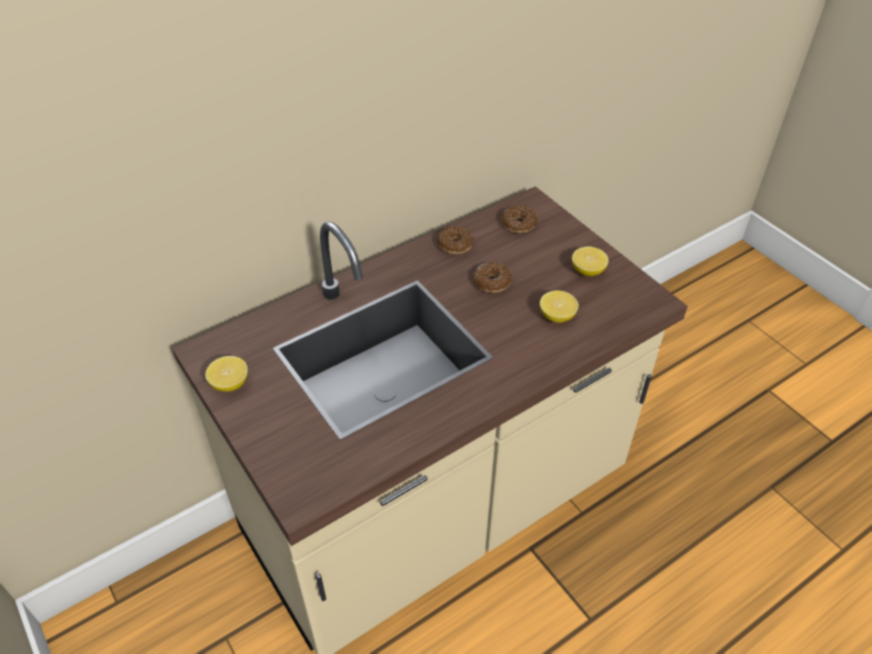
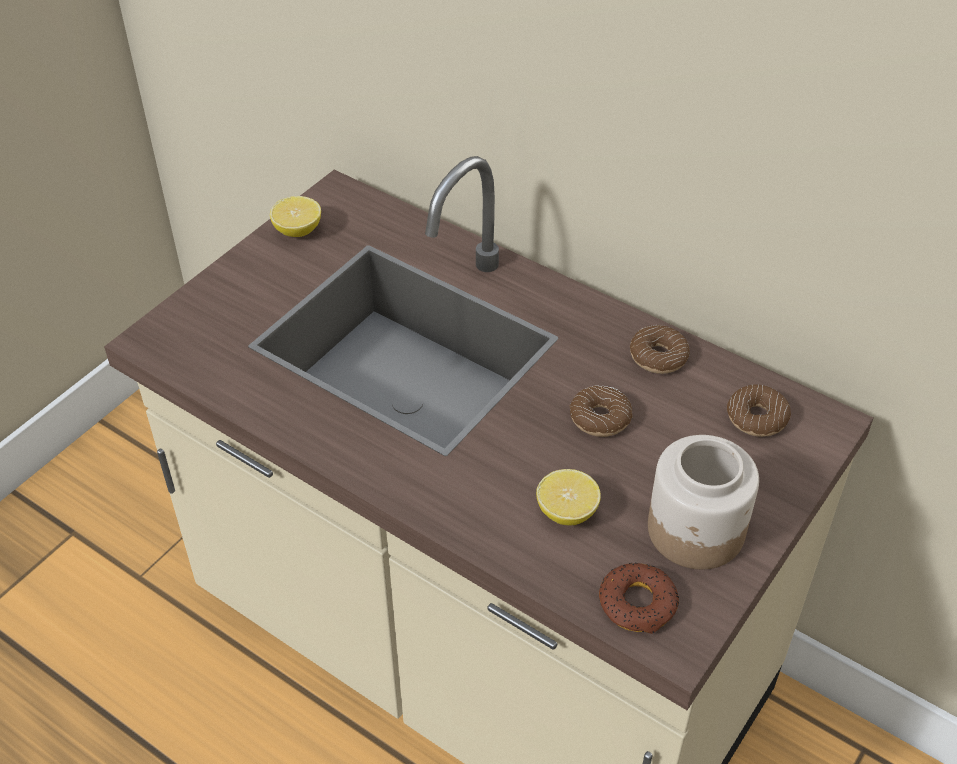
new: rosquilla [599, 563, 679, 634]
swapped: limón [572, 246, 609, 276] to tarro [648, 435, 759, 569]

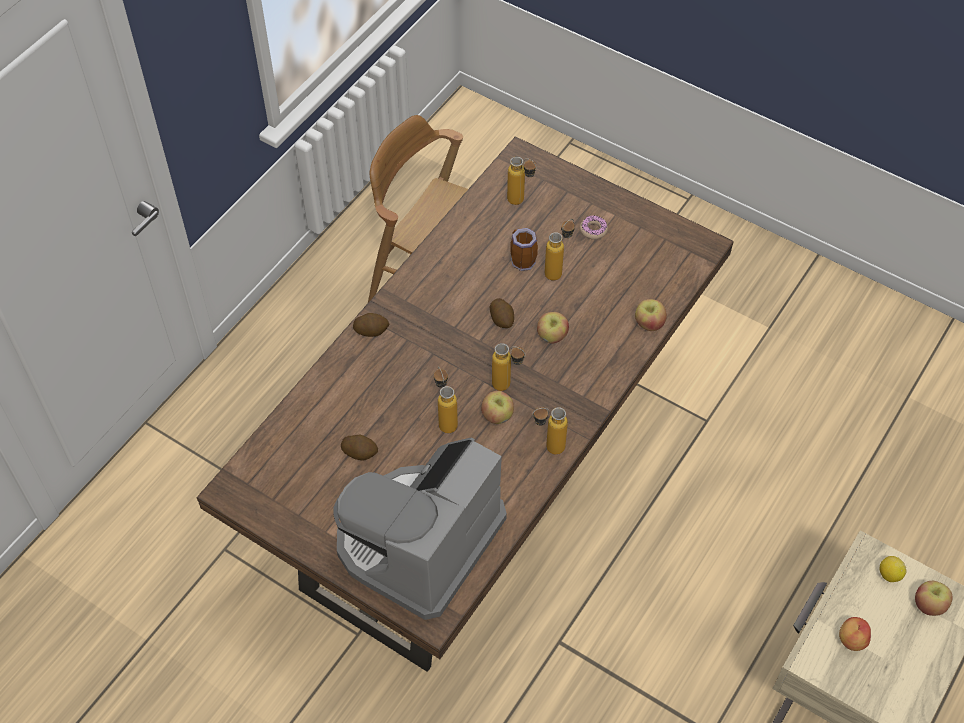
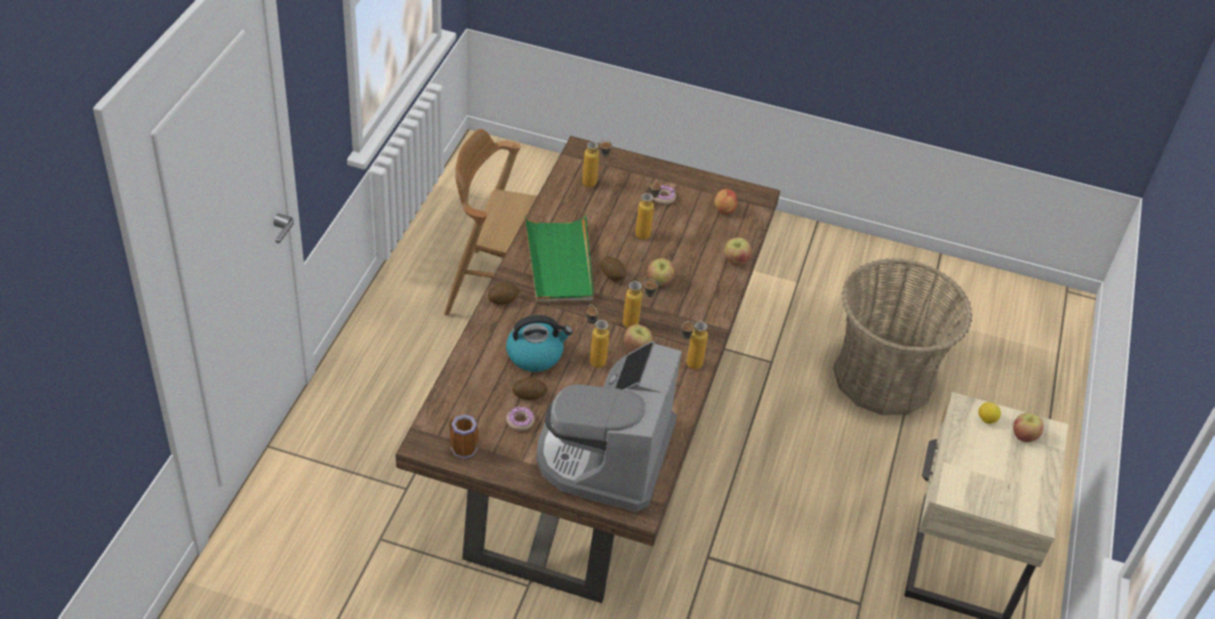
new: hervidor [506, 315, 573, 372]; rosquilla [506, 407, 535, 431]; bandeja/verde [524, 215, 594, 302]; cesta [833, 258, 973, 415]
shifted: taza grande [510, 228, 538, 271] to [449, 414, 478, 459]; manzana [839, 617, 871, 651] to [714, 189, 737, 214]

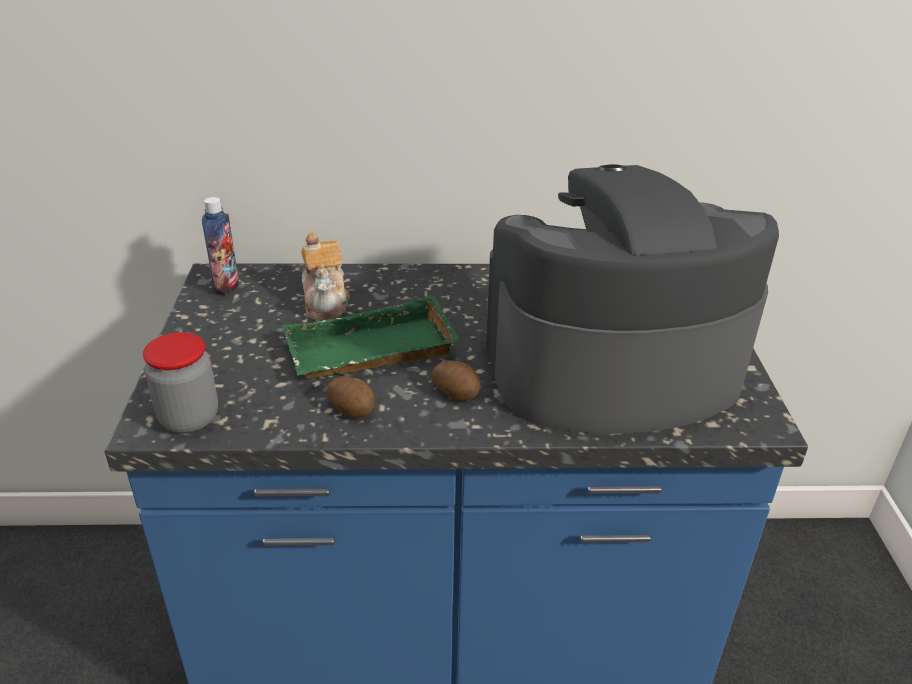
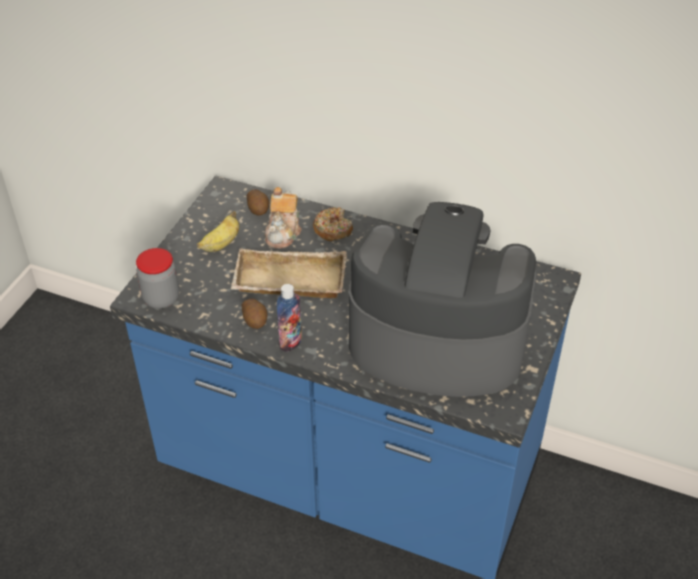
new: plátano [197, 211, 239, 252]; rosquilla [313, 207, 353, 241]
shifted: botella [202, 197, 239, 295] to [277, 284, 302, 352]; patata [432, 360, 480, 401] to [247, 189, 269, 215]
repainted: bandeja/verde [282, 295, 460, 379] to bandeja/beis [231, 248, 347, 298]

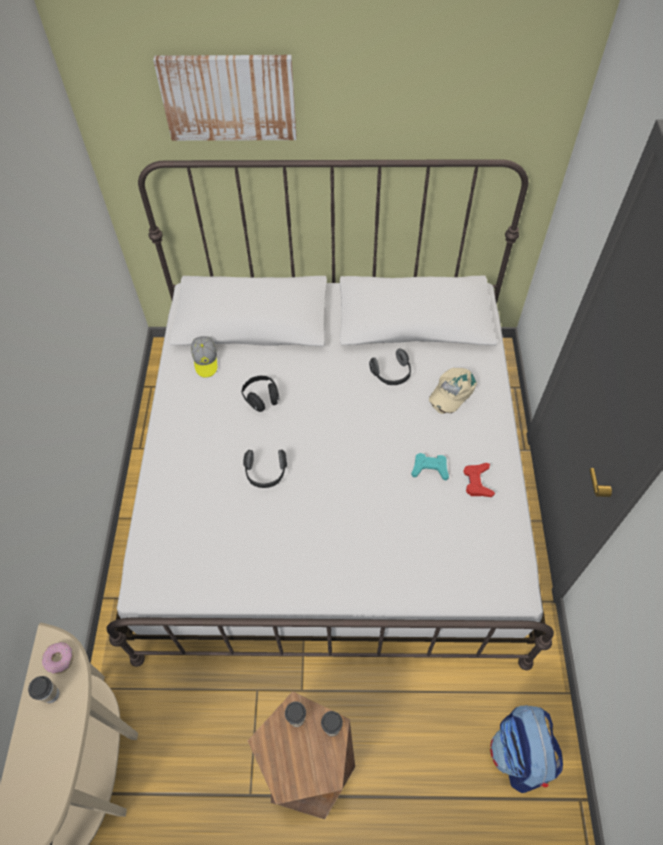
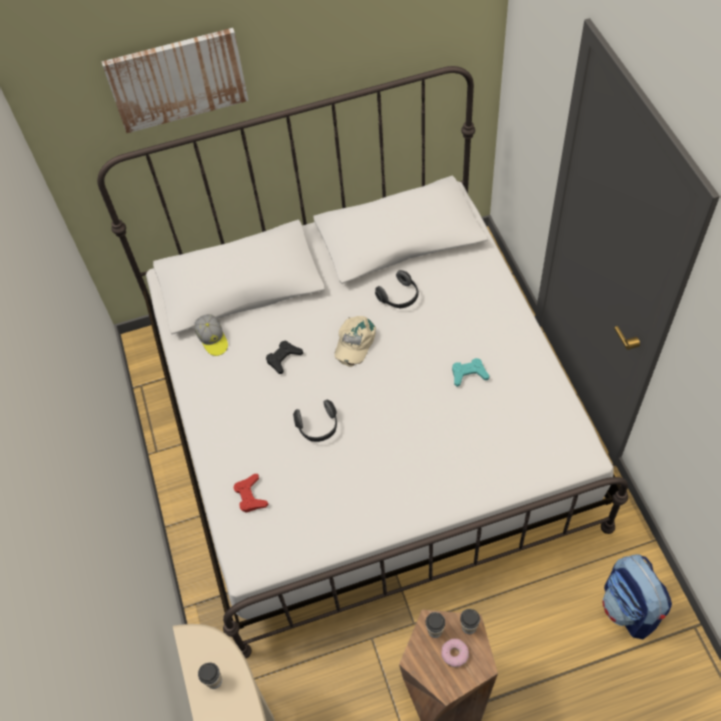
shifted: rosquilla [42, 642, 74, 674] to [441, 638, 469, 667]; gorra/beis [429, 367, 477, 414] to [335, 316, 376, 367]; mando de consola/rojo [463, 463, 495, 497] to [234, 474, 269, 513]
swapped: auriculares/negro [241, 376, 279, 412] to mando de consola/negro [266, 341, 303, 374]

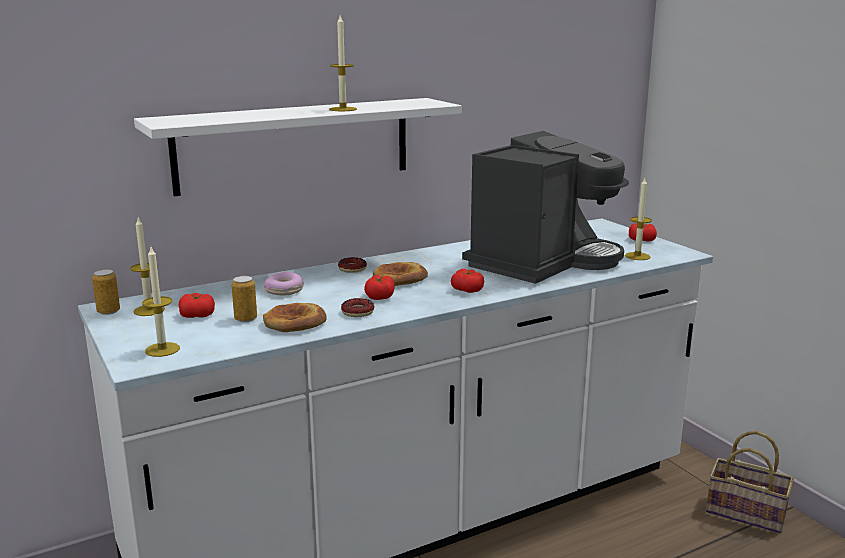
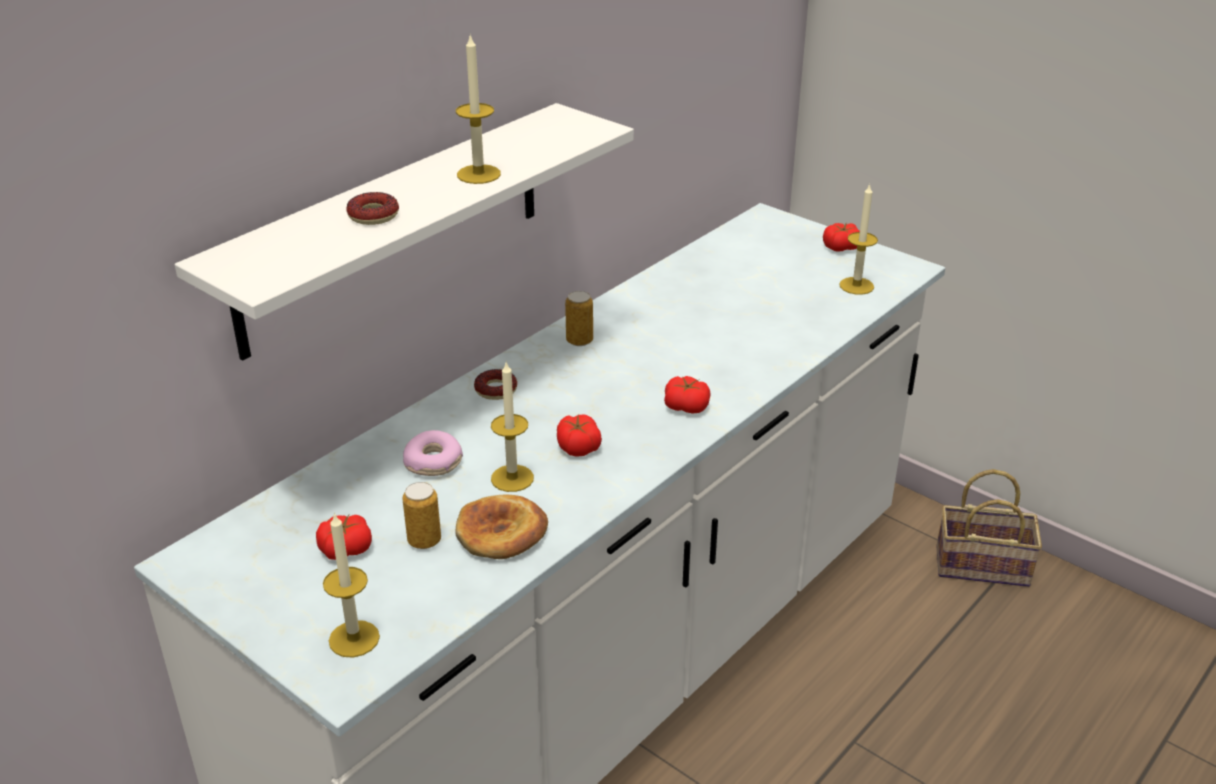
gone: pan [373, 262, 428, 286]; cafetera [462, 131, 629, 284]
shifted: lata [92, 269, 120, 315] to [565, 291, 593, 346]; vela [130, 218, 165, 316] to [491, 361, 534, 492]; rosquilla [341, 298, 374, 317] to [346, 192, 399, 225]

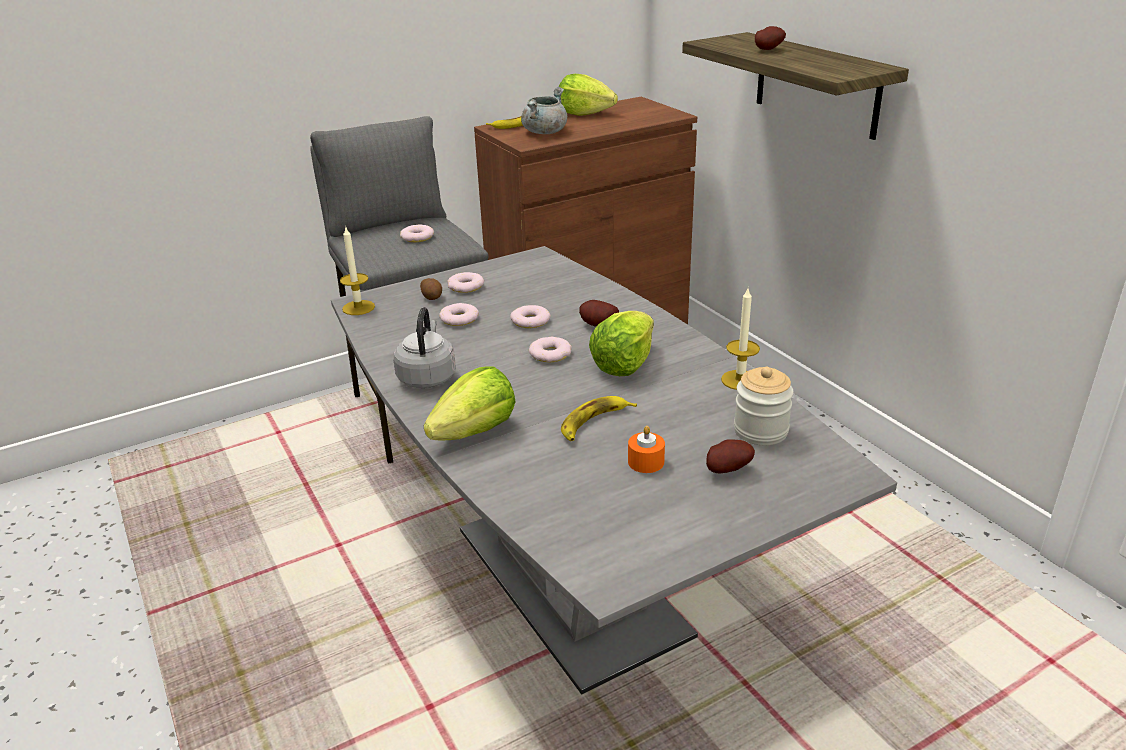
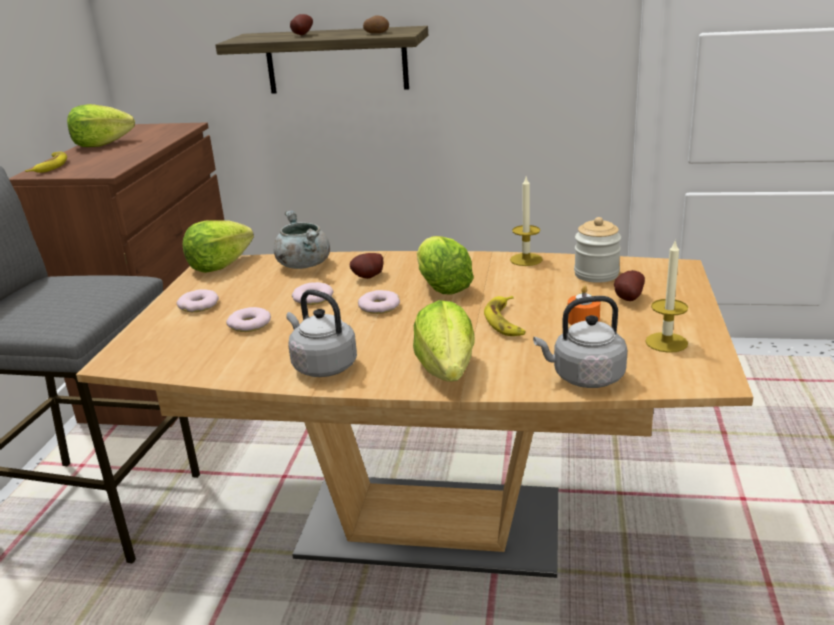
gone: rosquilla [400, 224, 434, 242]
new: lechuga [183, 220, 254, 273]; hervidor/gris [533, 296, 627, 388]
shifted: vela [340, 226, 375, 315] to [645, 239, 688, 353]; patata [420, 278, 442, 300] to [363, 15, 389, 33]; olla/gris [521, 87, 567, 134] to [274, 210, 330, 269]
repainted: mesa de comedor/gris [331, 246, 897, 695] to mesa de comedor/marrón [76, 251, 753, 578]

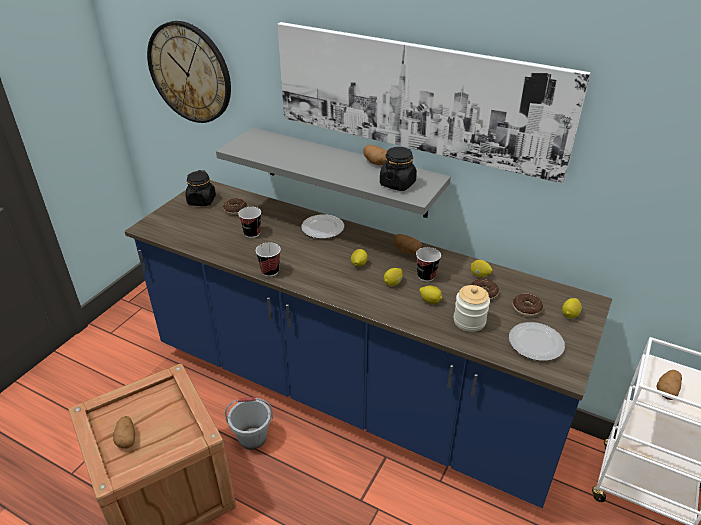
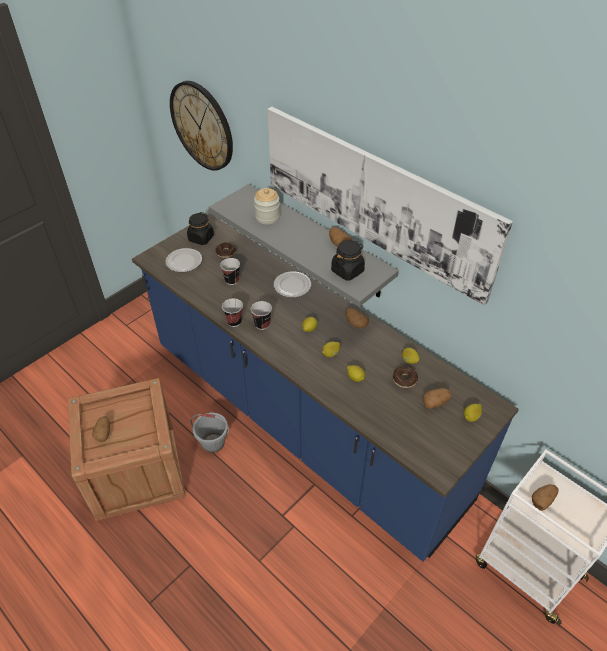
shifted: taza [416, 247, 441, 282] to [251, 301, 272, 330]; tarro [454, 285, 490, 332] to [254, 188, 280, 224]; plato [509, 322, 565, 361] to [165, 248, 202, 272]
swapped: rosquilla [513, 293, 543, 317] to patata [423, 388, 452, 409]

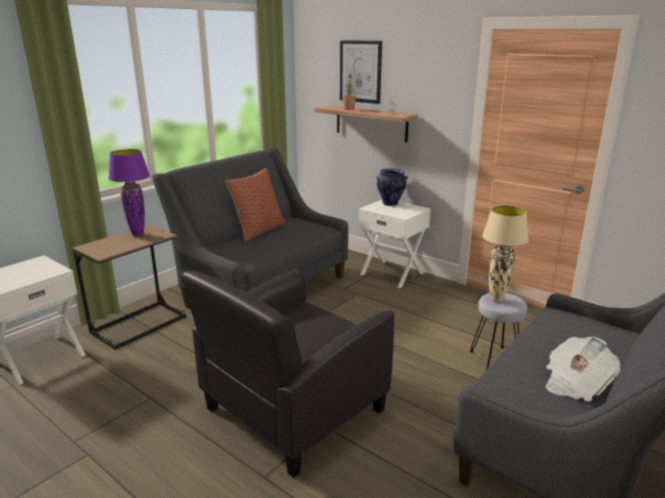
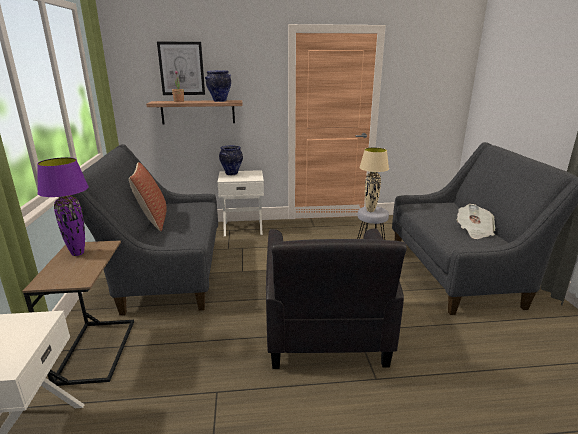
new: florero [205, 70, 231, 102]

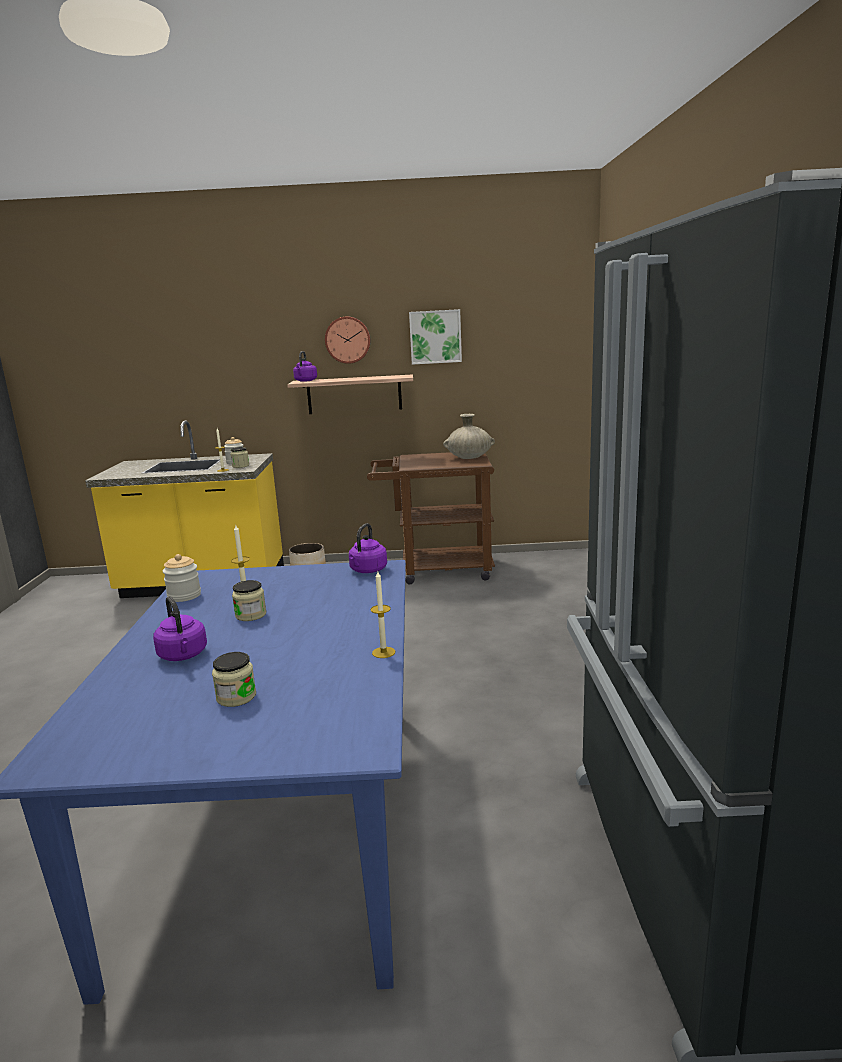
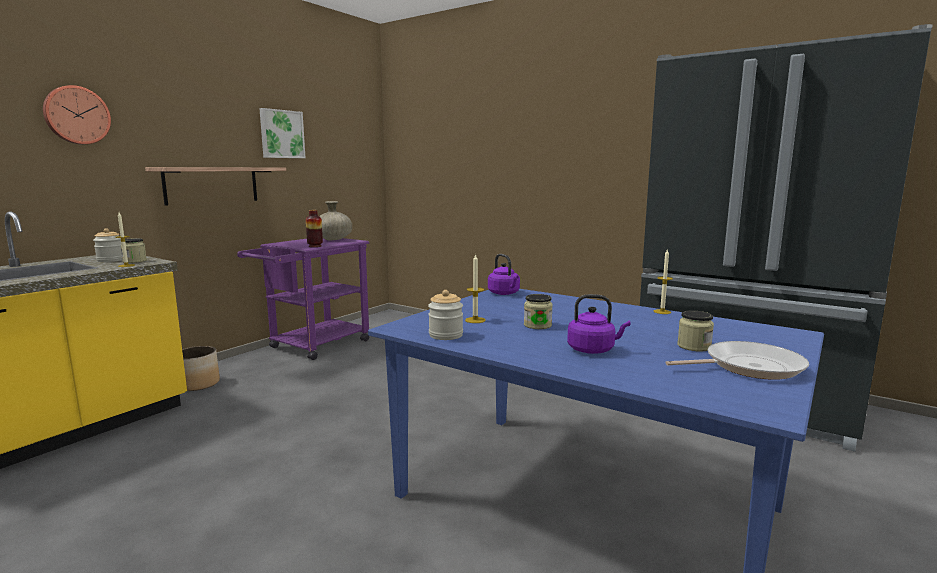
gone: hervidor/morado [293, 351, 317, 382]
new: florero [306, 210, 323, 247]; sartén [665, 341, 809, 380]
shifted: reloj de pared [325, 317, 371, 364] to [43, 85, 111, 144]
repainted: carrito/marrón [367, 452, 495, 585] to carrito/morado [237, 238, 369, 360]

